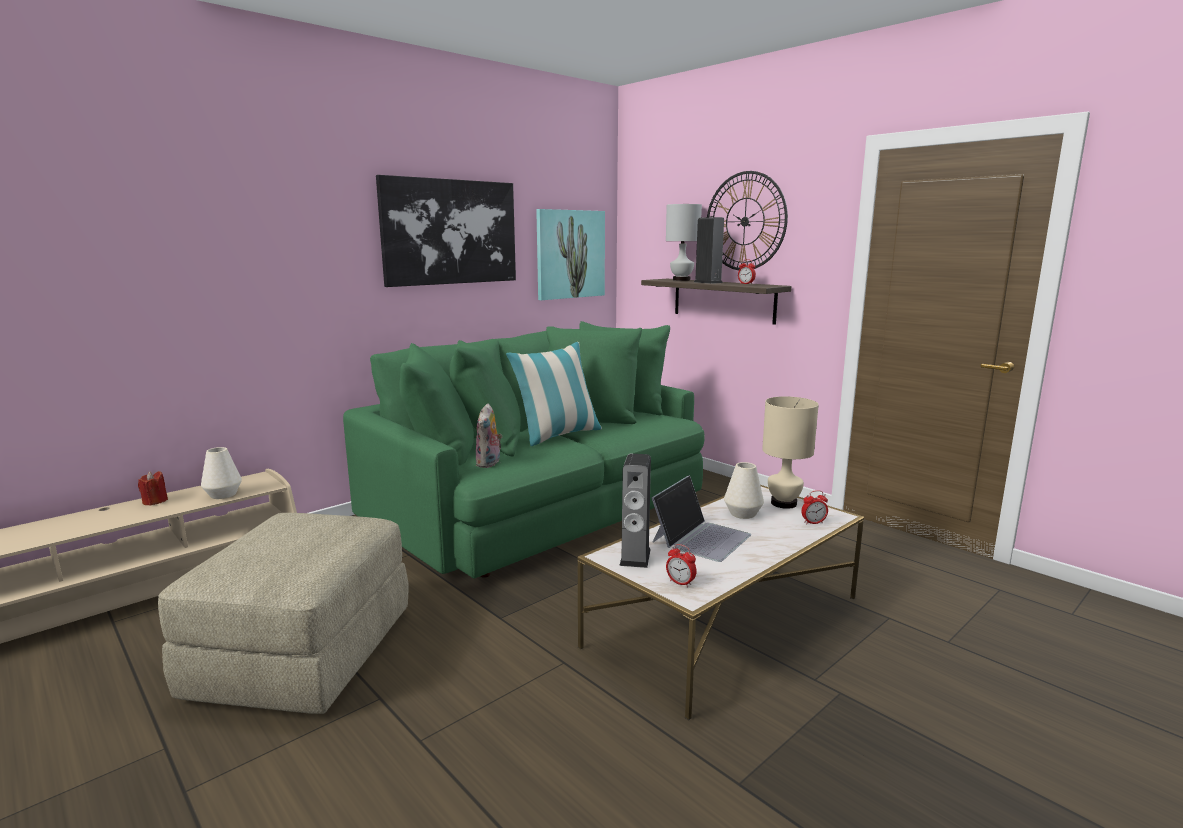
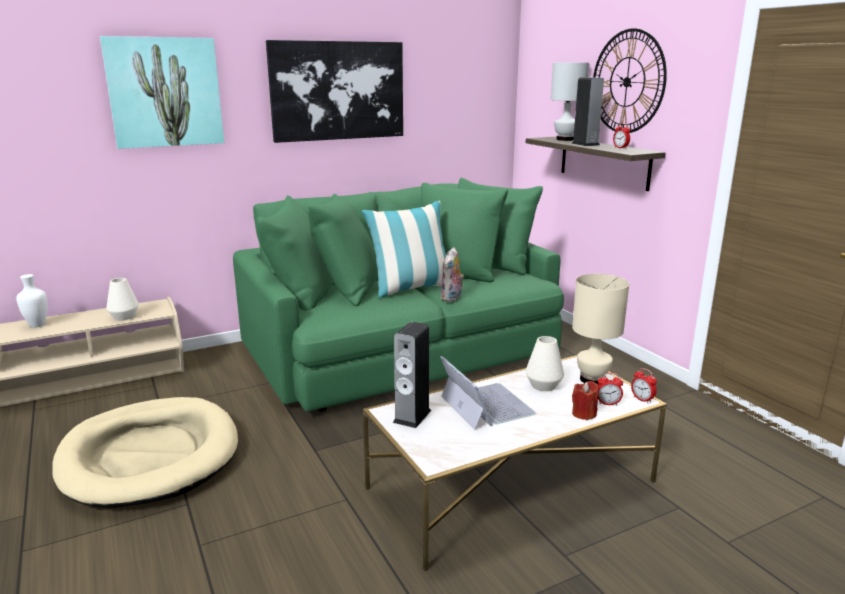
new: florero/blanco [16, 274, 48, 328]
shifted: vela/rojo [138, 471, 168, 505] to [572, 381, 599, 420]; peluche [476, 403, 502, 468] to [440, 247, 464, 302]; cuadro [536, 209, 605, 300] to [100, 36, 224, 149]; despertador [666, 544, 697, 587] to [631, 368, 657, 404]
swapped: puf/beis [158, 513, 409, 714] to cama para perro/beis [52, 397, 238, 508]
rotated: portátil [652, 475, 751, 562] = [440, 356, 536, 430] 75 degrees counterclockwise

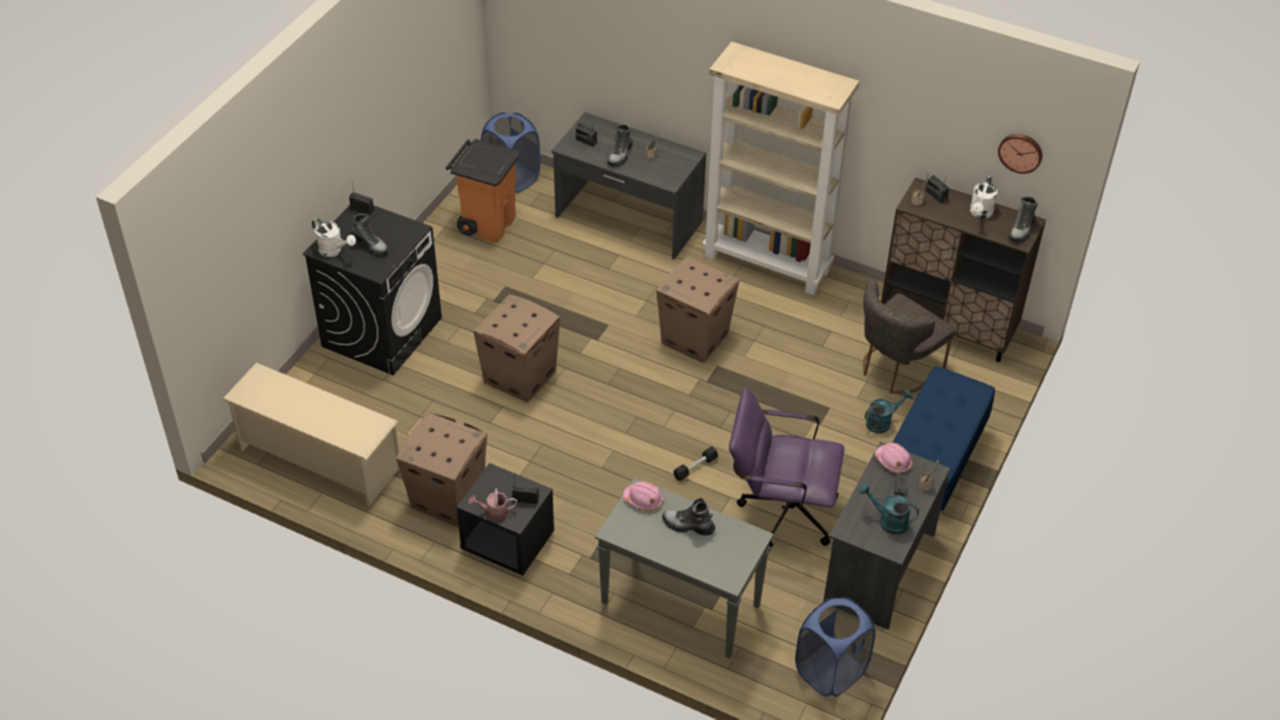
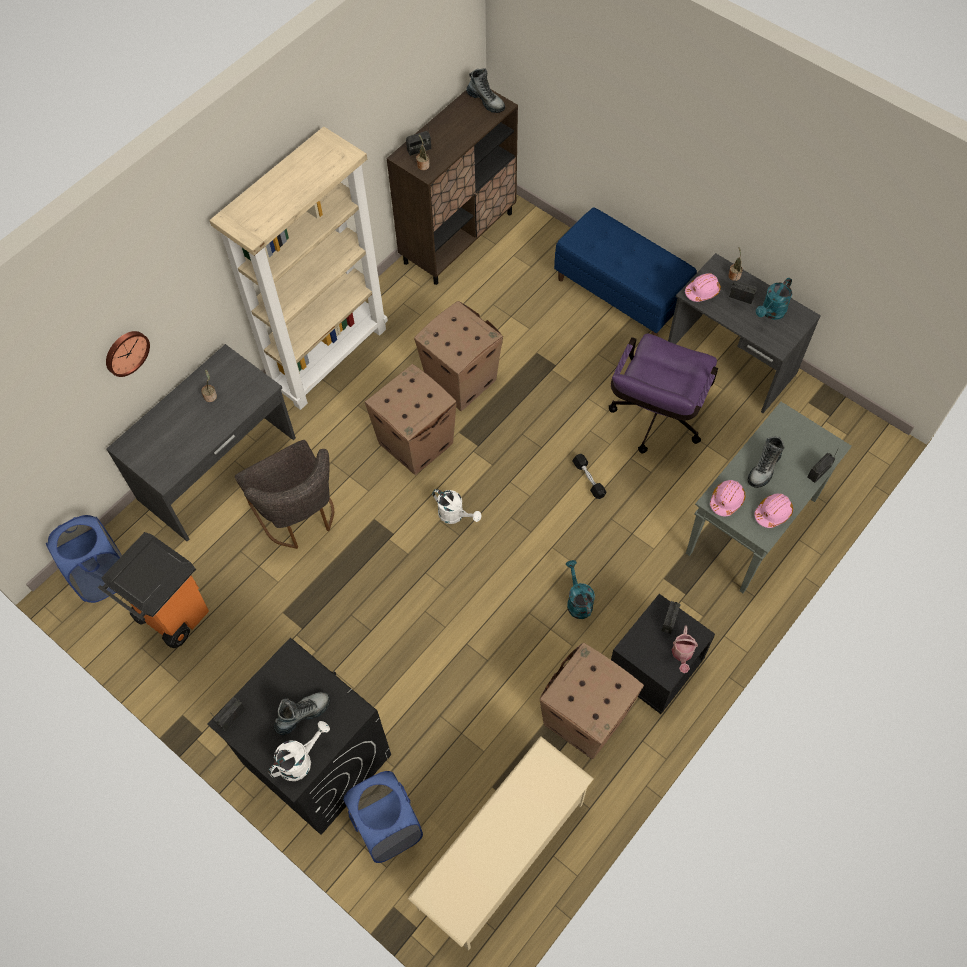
gone: bota [607, 124, 633, 167]
new: casco/rosa [754, 494, 793, 528]
shifted: caja de cartón [473, 294, 560, 403] to [414, 301, 503, 411]; radio [575, 123, 597, 147] to [808, 448, 839, 483]; cesto de la ropa/azul [795, 597, 875, 697] to [343, 771, 423, 863]; silla/gris [863, 279, 955, 393] to [235, 440, 334, 549]; regadera/turquesa [865, 390, 913, 434] to [566, 560, 595, 619]; regadera/blanco [970, 176, 998, 218] to [432, 489, 482, 524]; reloj de pared [998, 134, 1043, 174] to [106, 331, 150, 377]

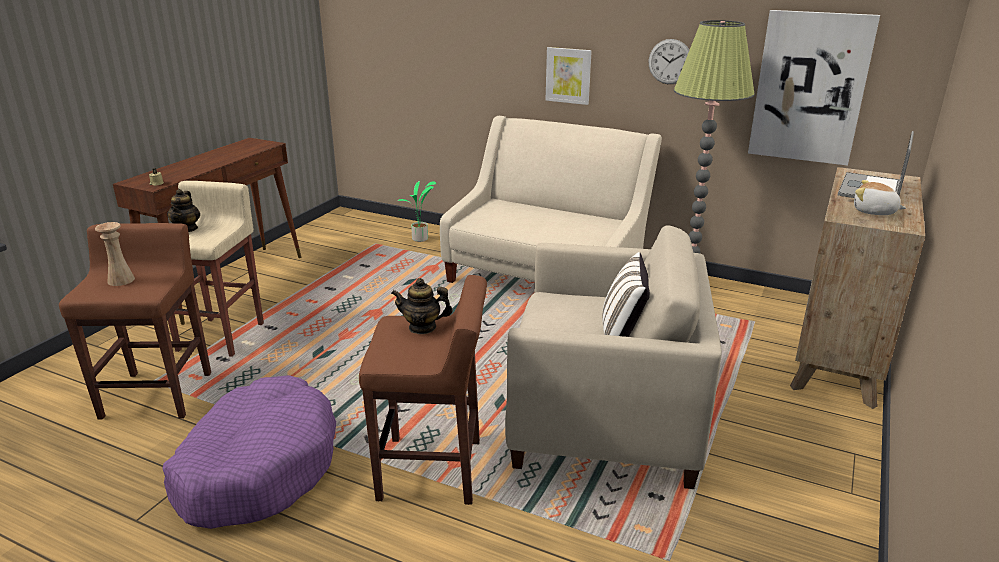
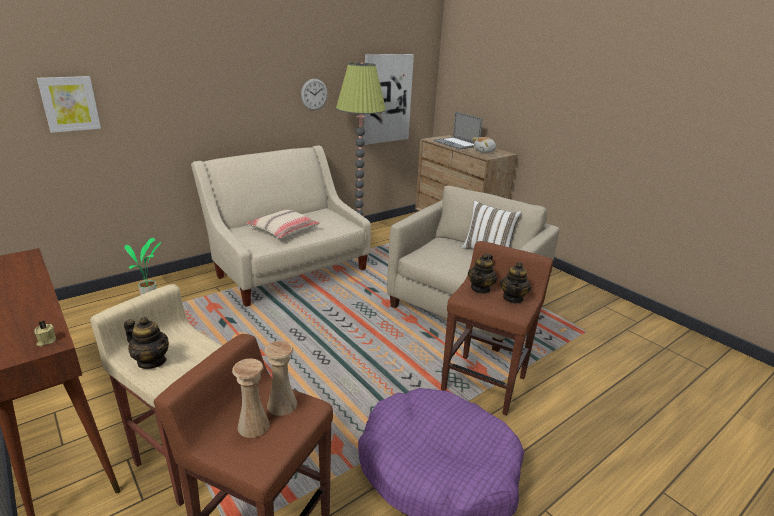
new: cojín/beis [246, 209, 320, 239]; florero/beis [264, 341, 297, 416]; tetera [500, 262, 531, 304]
shifted: cuadro [546, 47, 592, 105] to [37, 76, 101, 133]

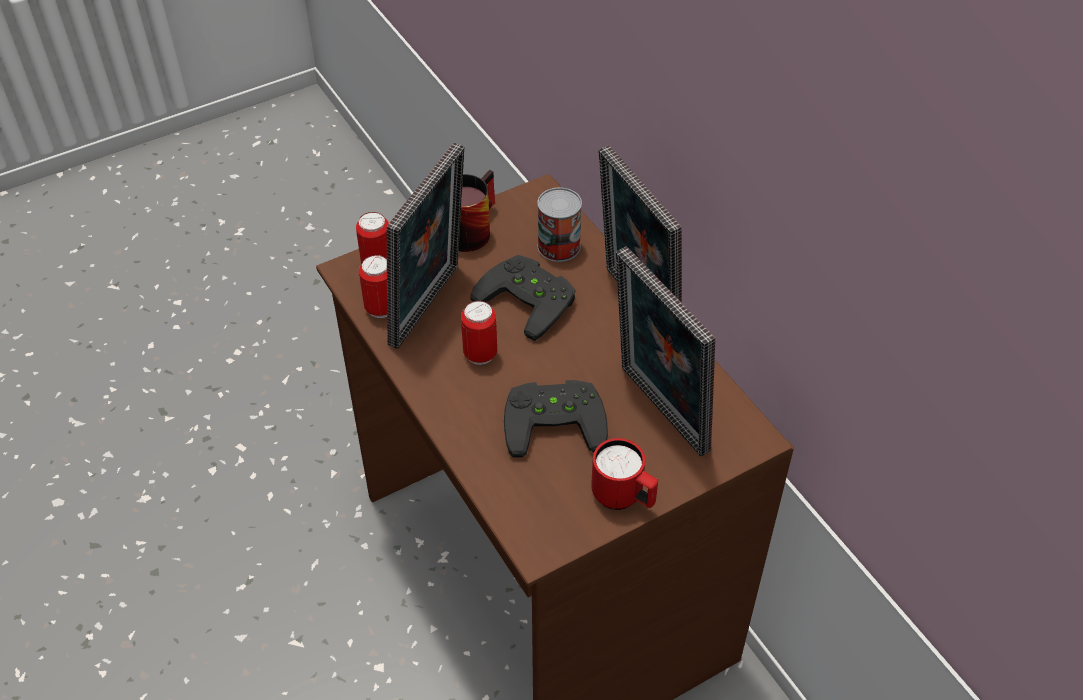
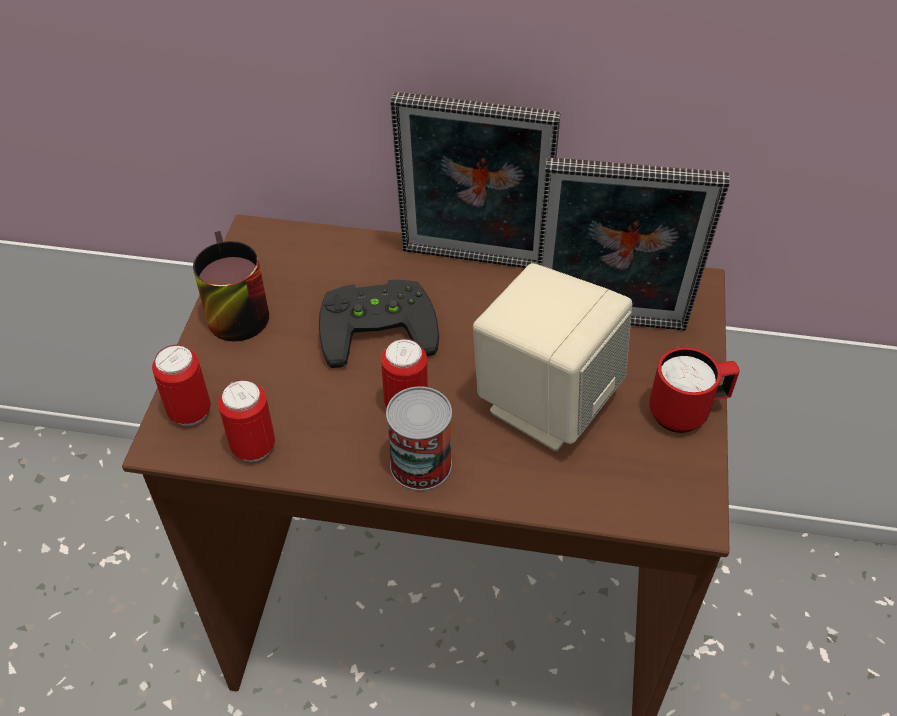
gone: portarretratos [386, 143, 465, 349]
shifted: lata [537, 188, 582, 262] to [386, 386, 452, 491]
swapped: mando de consola/negro [504, 380, 608, 458] to altavoz/beis [473, 263, 632, 451]

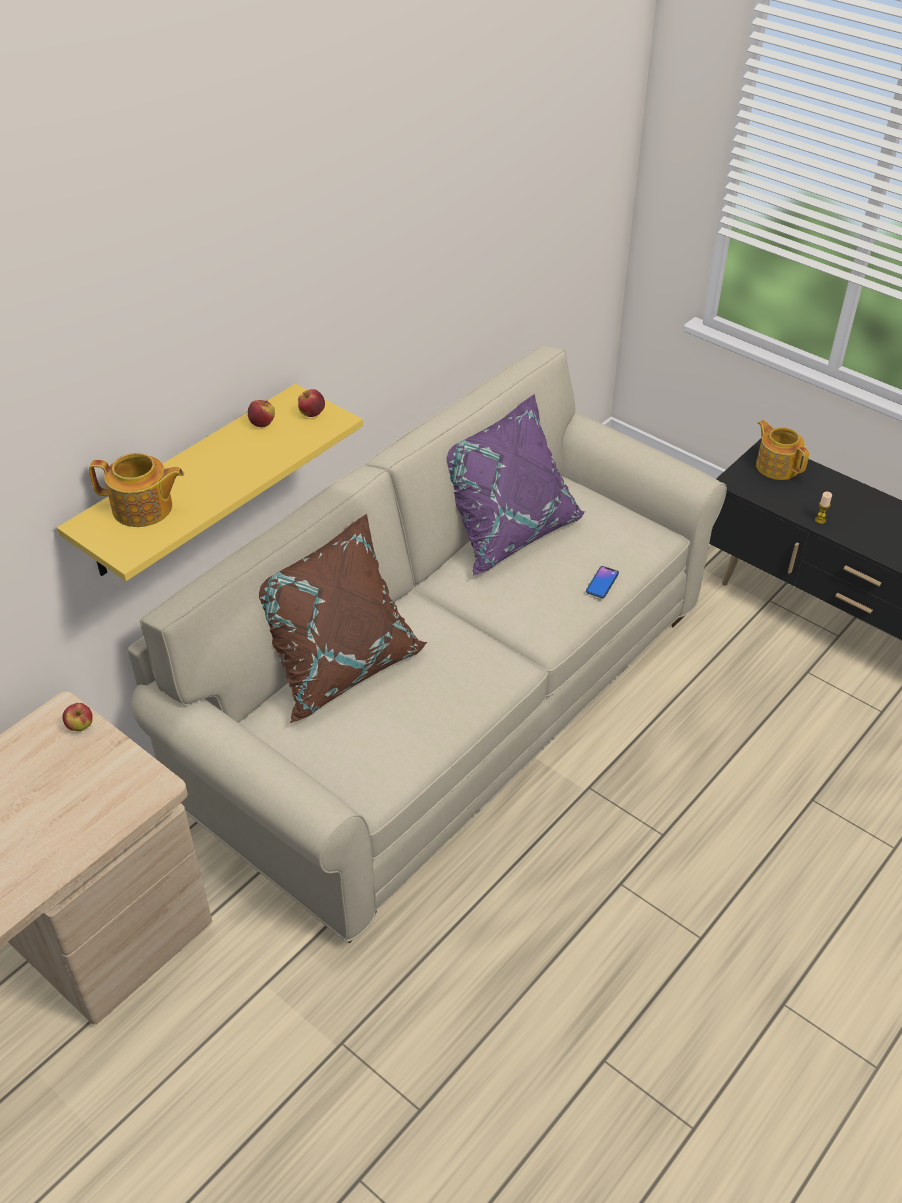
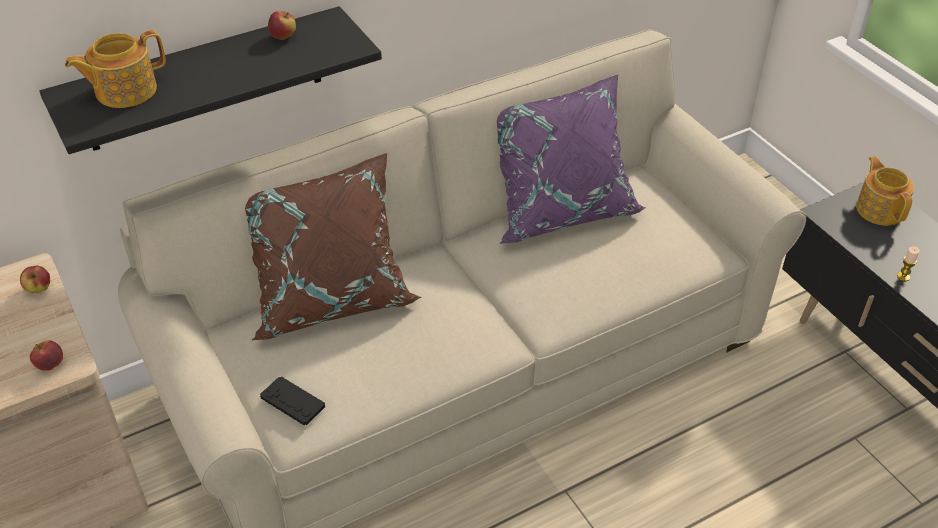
gone: móvil [586, 566, 619, 598]
new: mando de consola/negro [260, 376, 325, 426]
shifted: manzana [298, 389, 325, 417] to [30, 340, 63, 371]
repainted: estante/amarillo [57, 384, 363, 581] to estante/negro [39, 6, 382, 154]
rotated: tetera [89, 453, 184, 527] = [65, 30, 166, 108] 120 degrees clockwise

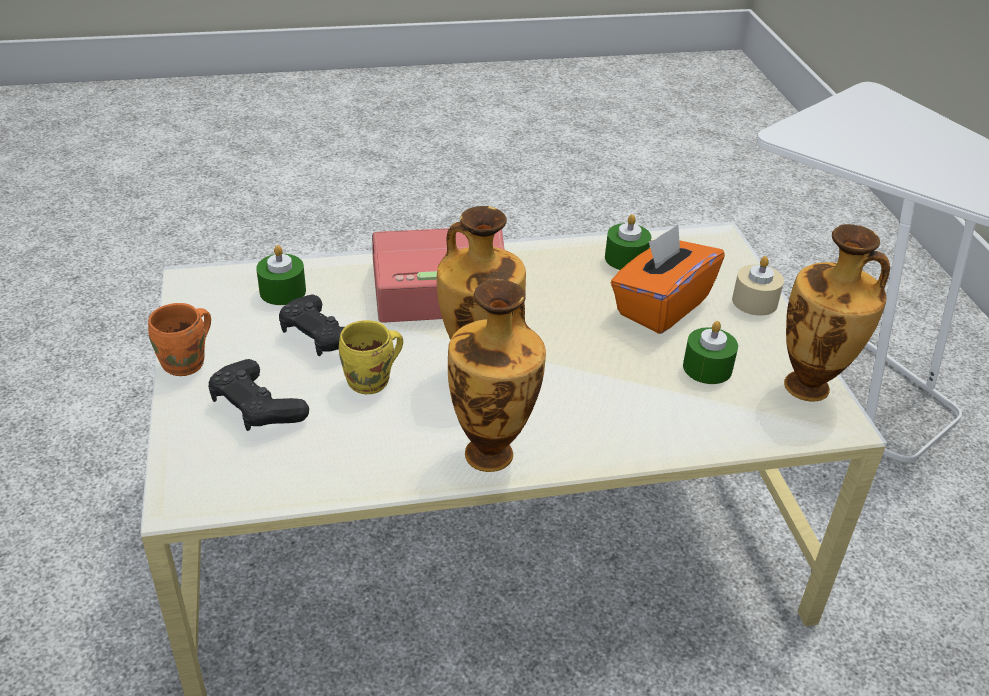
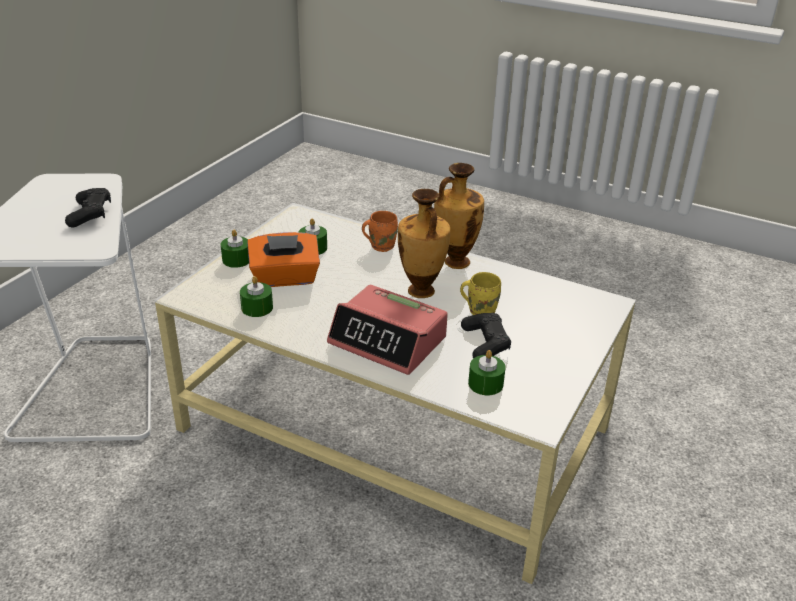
gone: florero [784, 224, 890, 402]
shifted: taza grande/naranja [148, 303, 211, 376] to [362, 211, 398, 252]; mando de consola/negro [208, 359, 309, 431] to [65, 188, 111, 228]
repainted: vela/beis [732, 256, 784, 316] to vela/verde [221, 230, 249, 268]

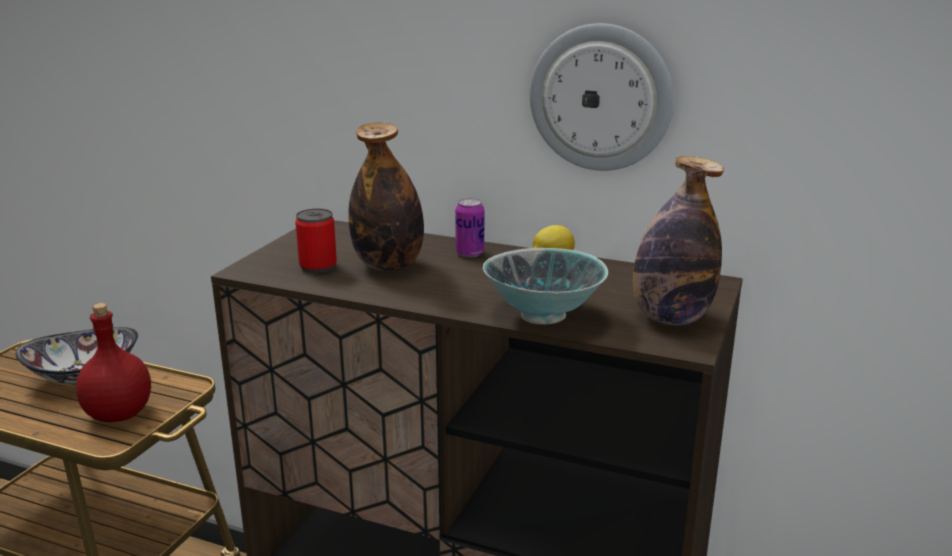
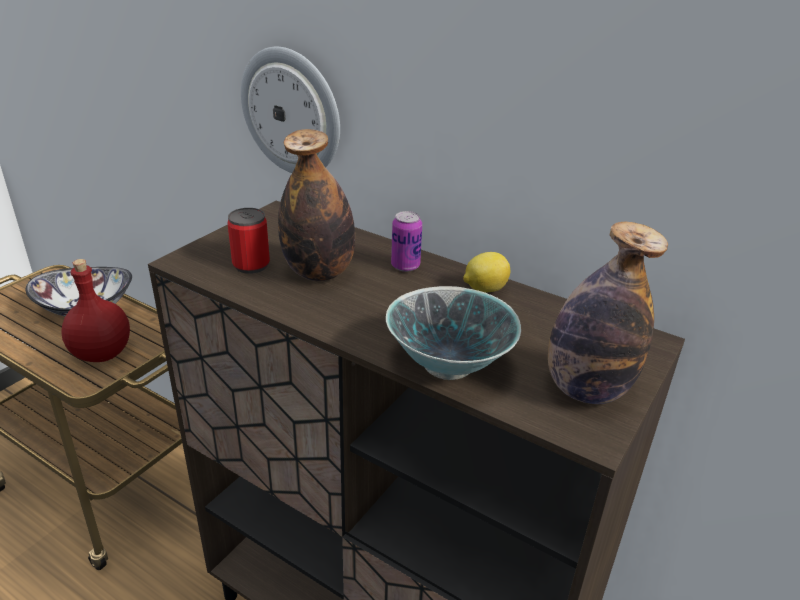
shifted: reloj de pared [530, 23, 674, 171] to [241, 47, 340, 173]

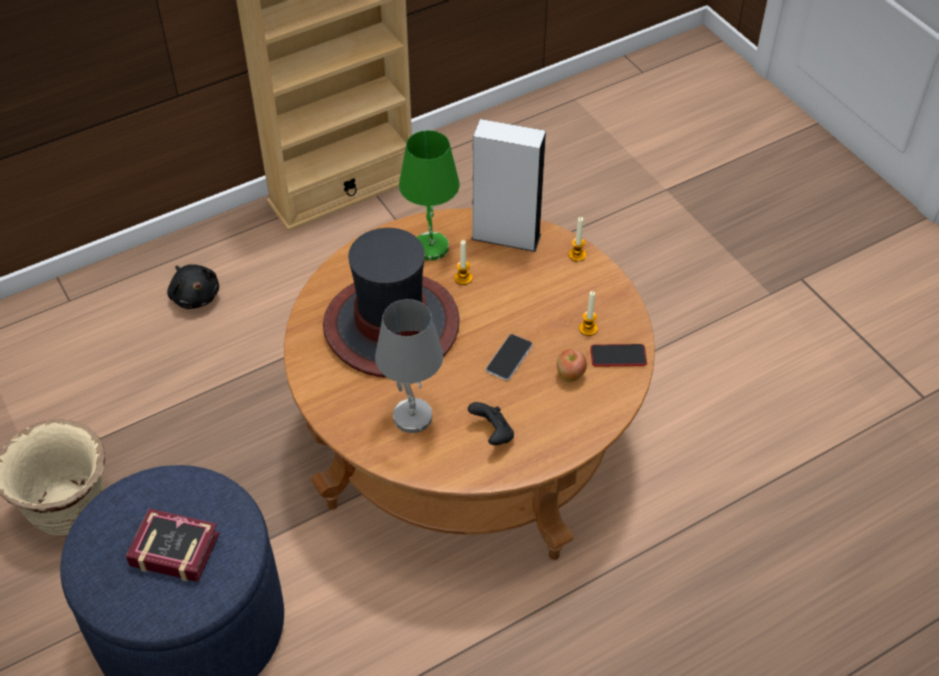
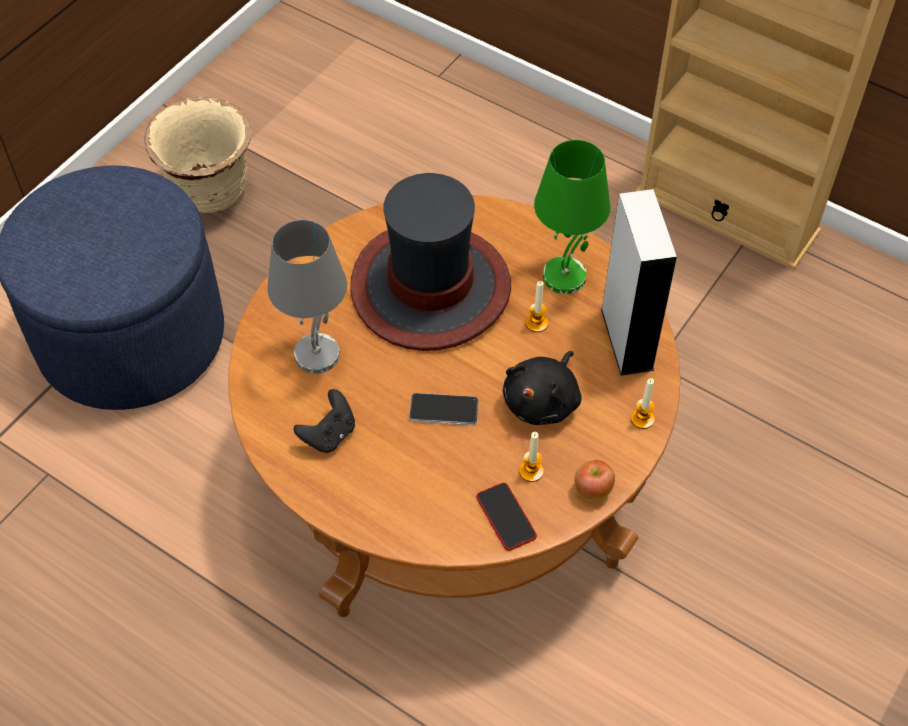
gone: libro [126, 509, 219, 582]
shifted: peluche/negro [167, 264, 219, 309] to [503, 351, 581, 425]; manzana [557, 349, 587, 382] to [575, 460, 615, 500]

